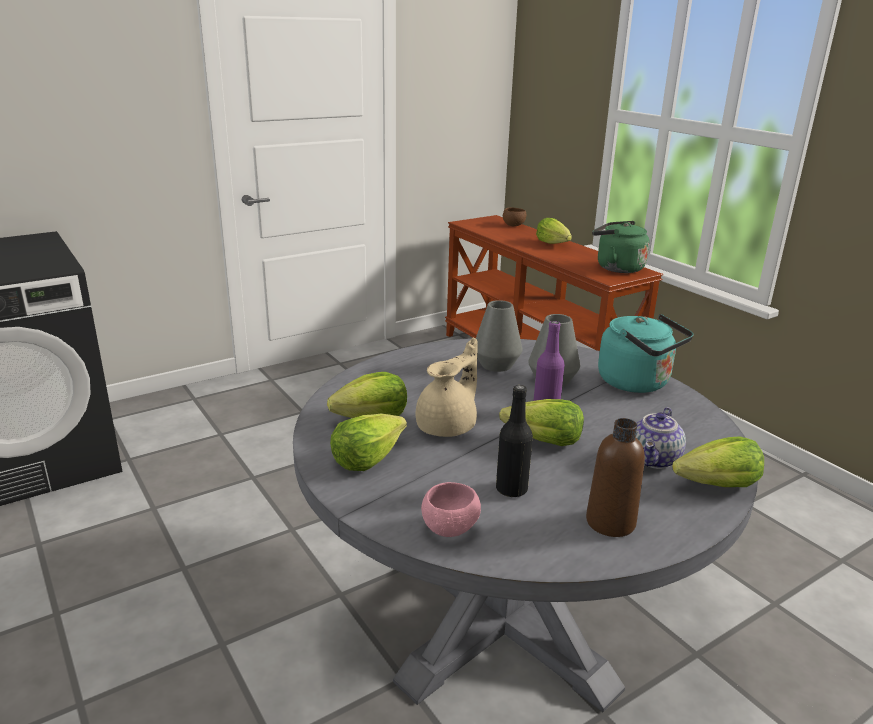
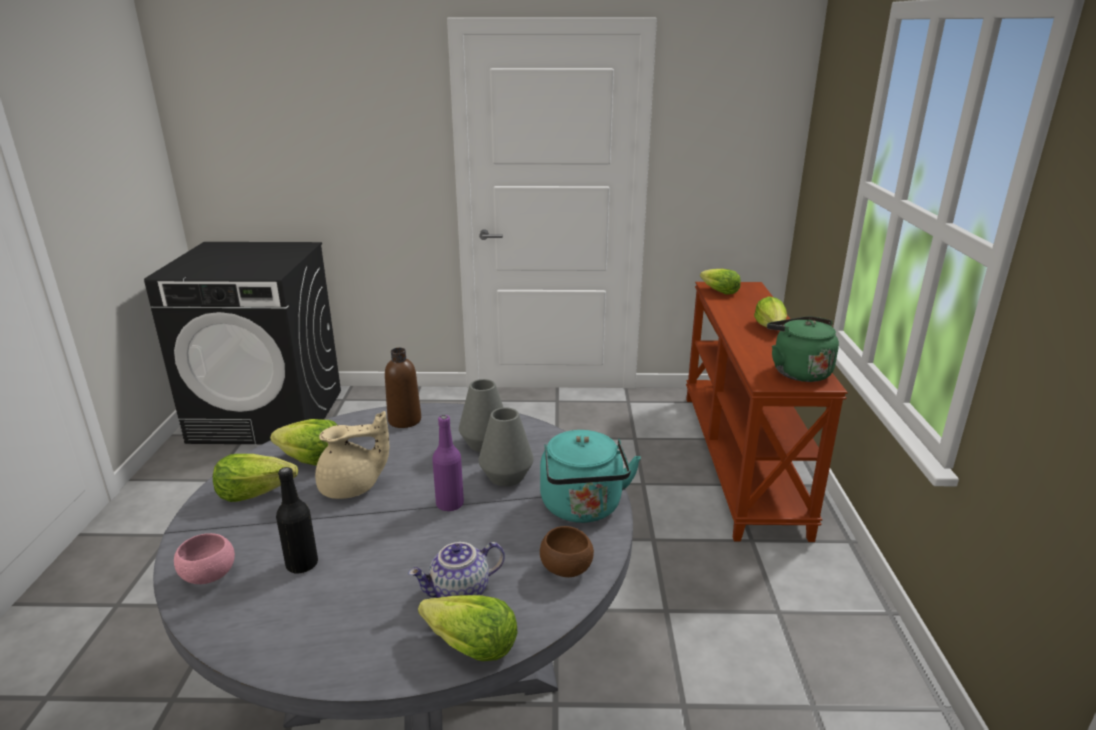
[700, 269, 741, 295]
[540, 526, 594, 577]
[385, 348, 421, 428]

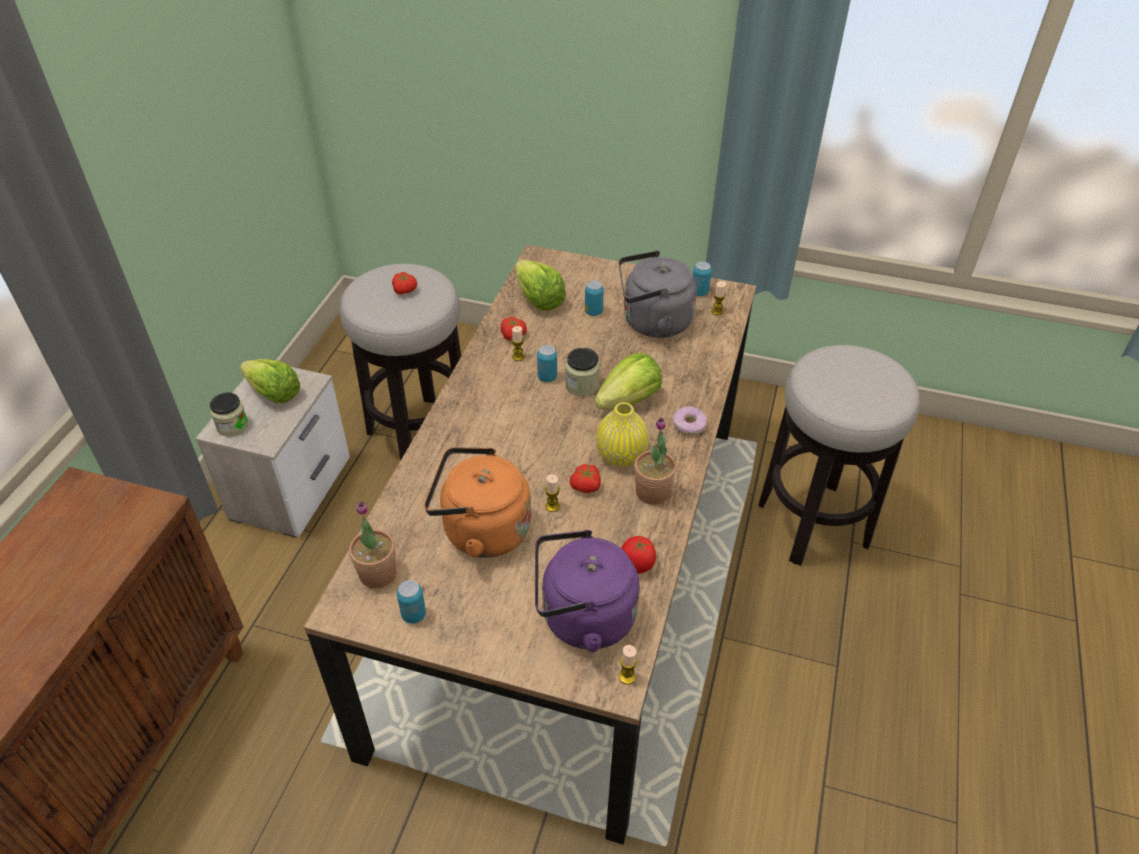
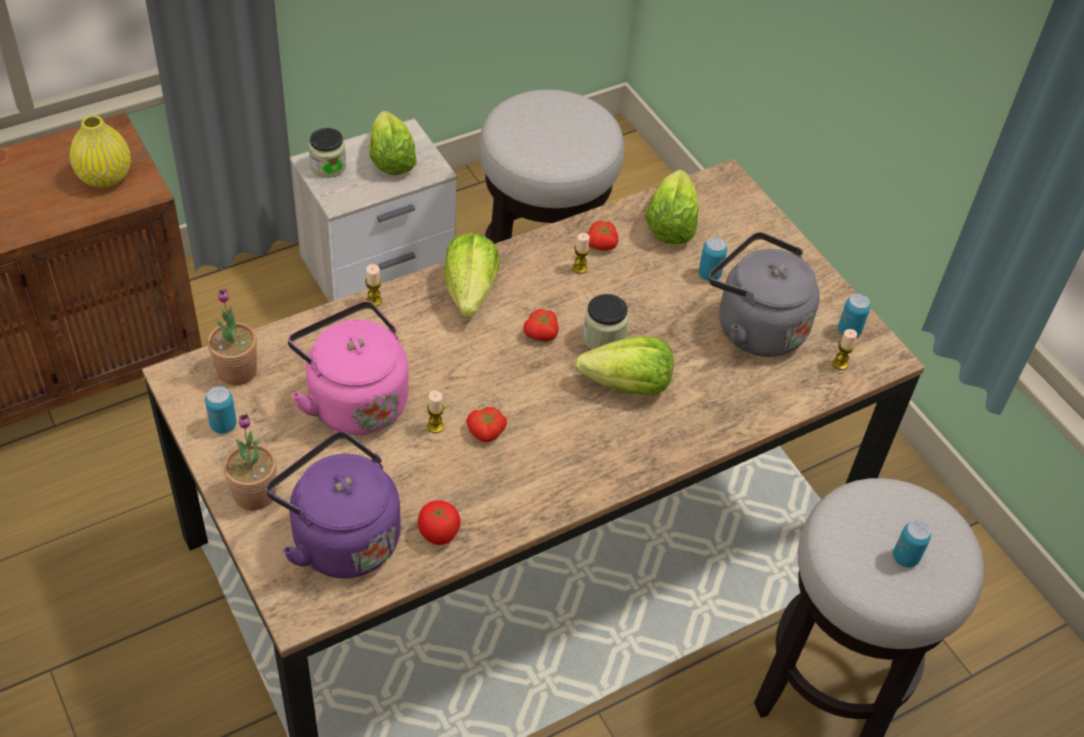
[672, 406, 707, 435] (first image)
[444, 232, 500, 318]
[524, 309, 559, 341]
[893, 521, 931, 567]
[70, 115, 131, 188]
[365, 264, 382, 306]
[224, 414, 277, 510]
[288, 301, 409, 435]

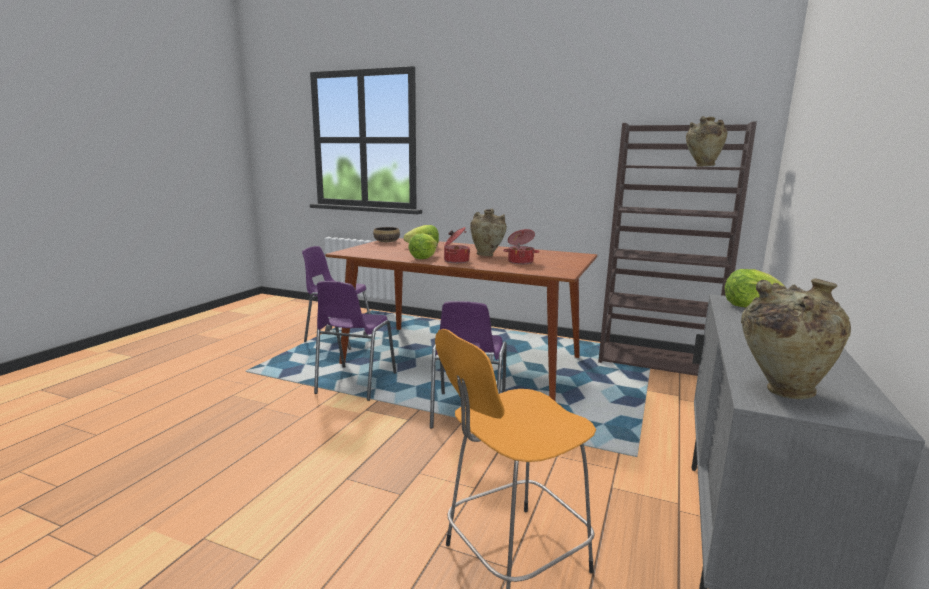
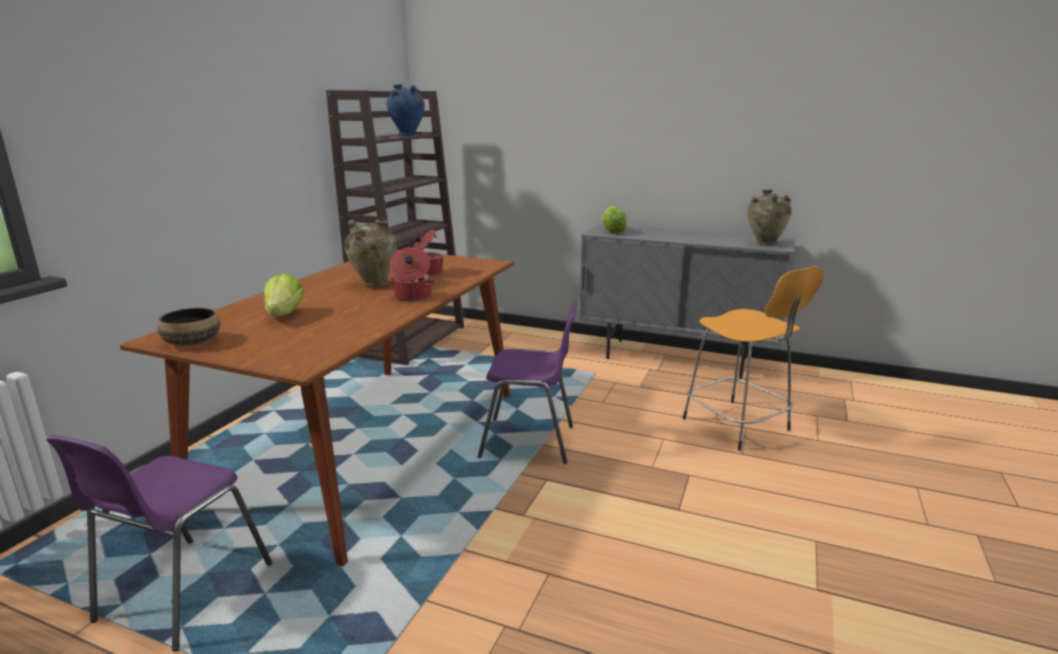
[314, 281, 397, 401] (first image)
[408, 233, 438, 259] (first image)
[386, 84, 425, 136]

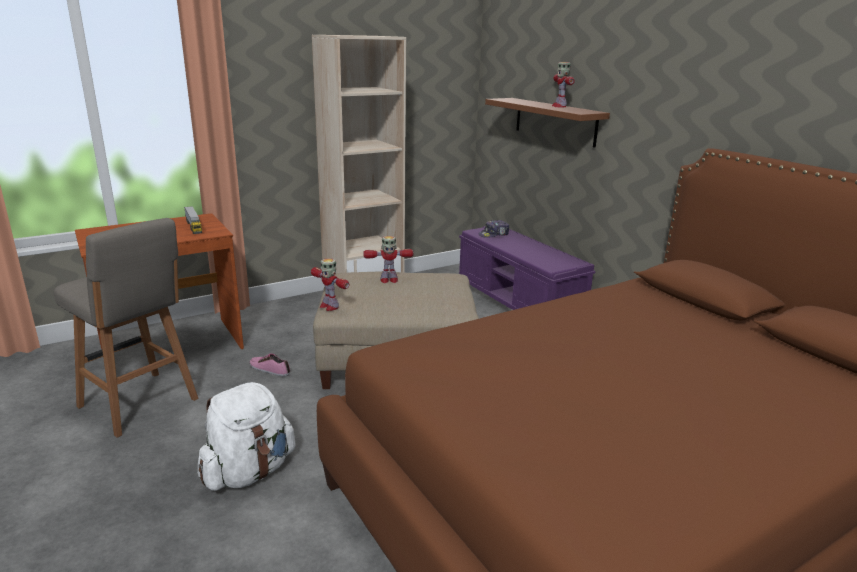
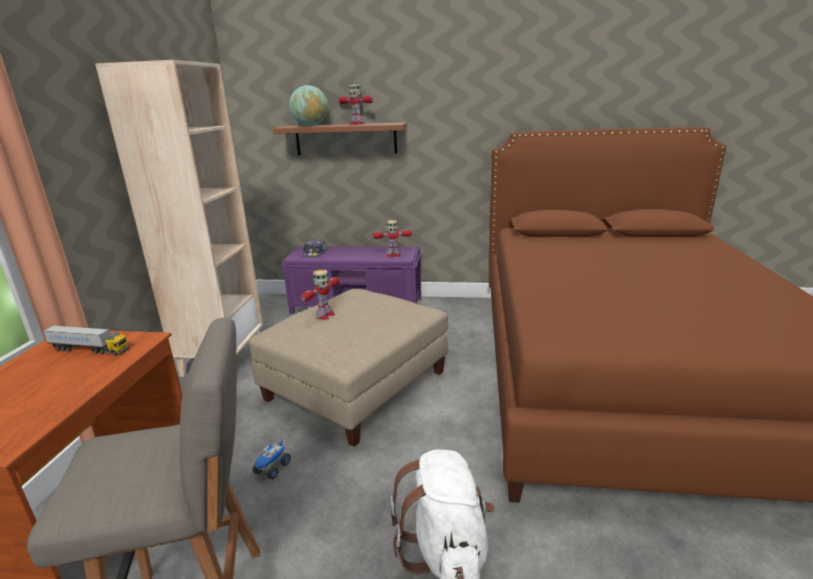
[289, 85, 328, 126]
[373, 220, 412, 258]
[253, 440, 291, 479]

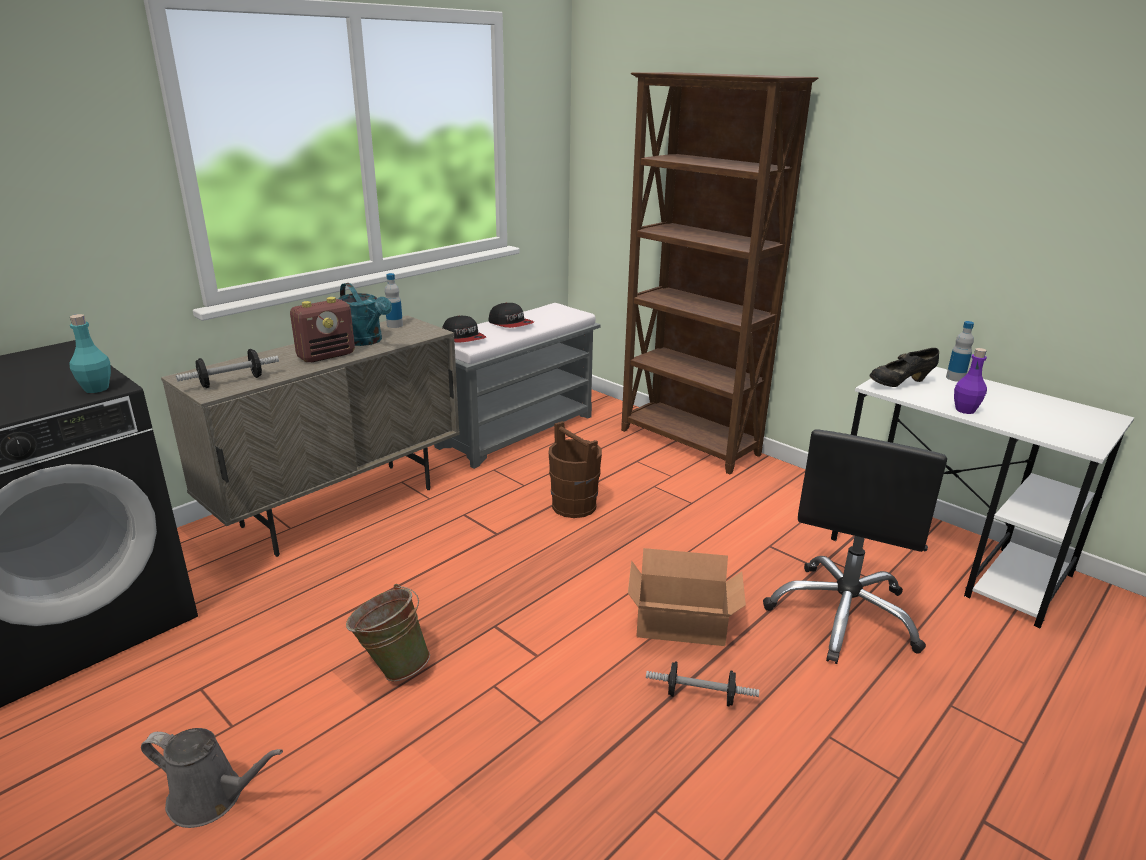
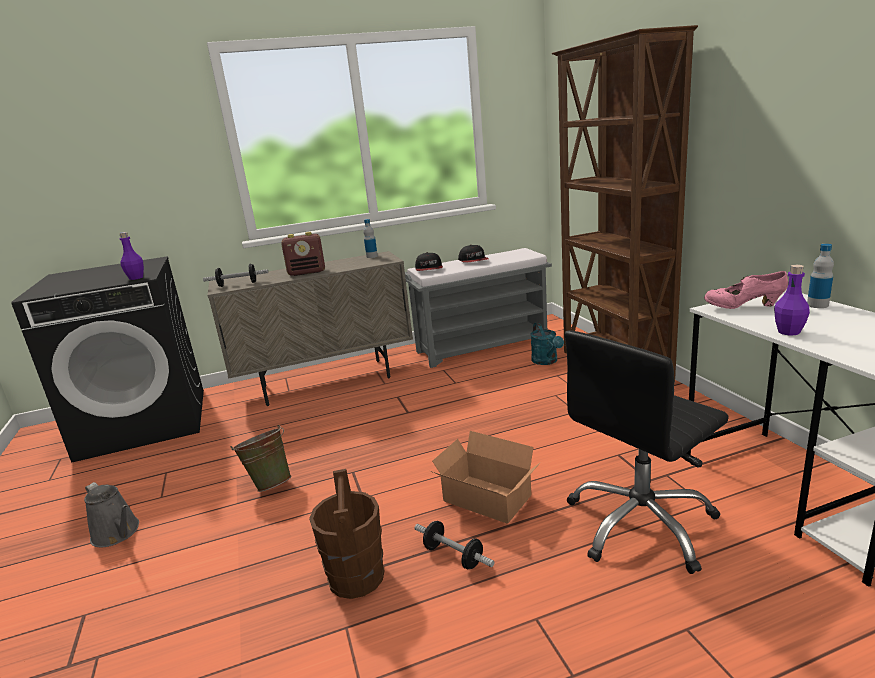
[531, 322, 564, 365]
[309, 469, 384, 599]
[119, 232, 144, 280]
[704, 271, 788, 309]

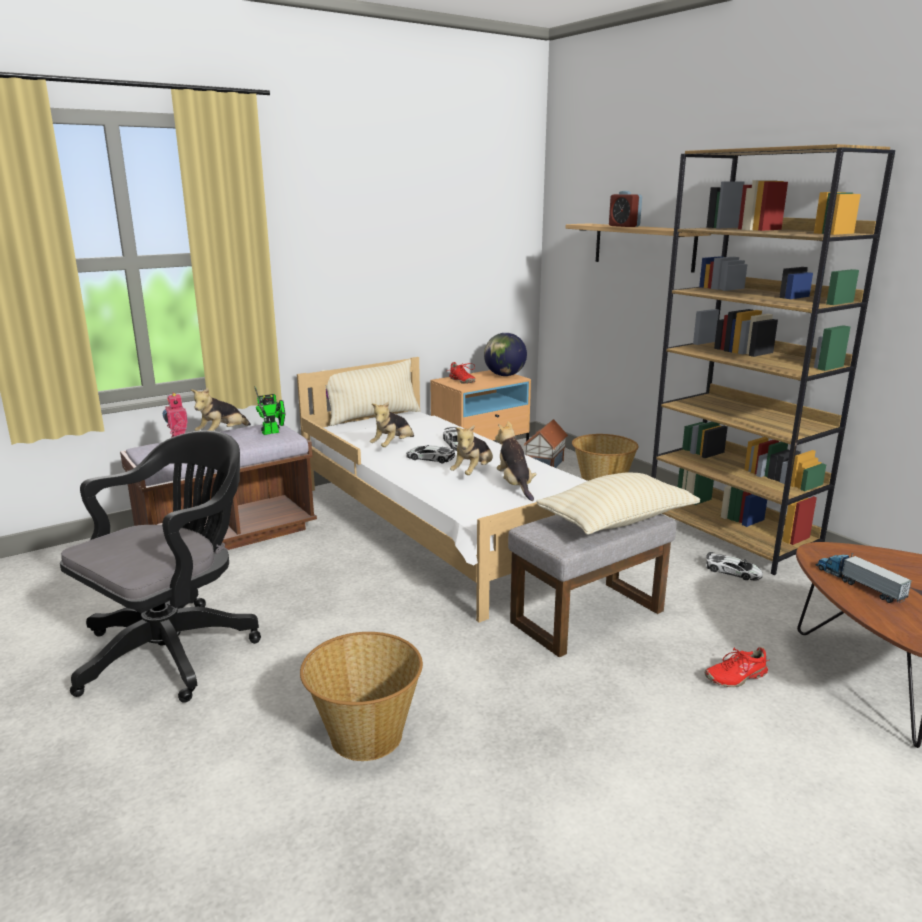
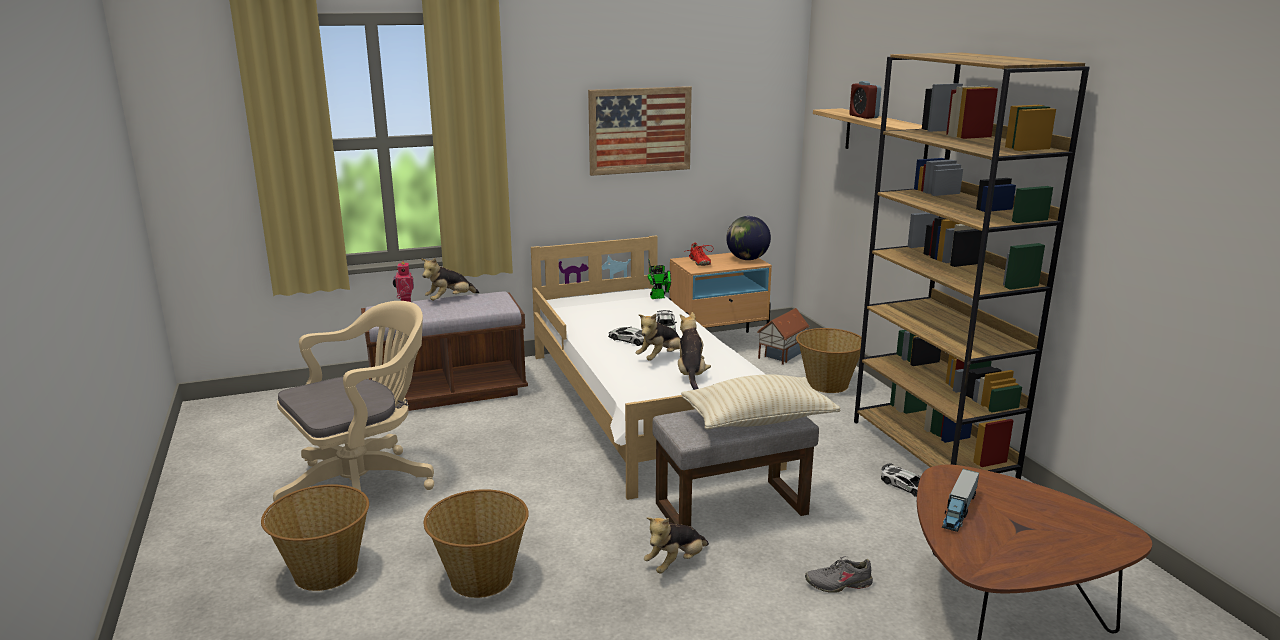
[321, 359, 420, 426] (first image)
[261, 484, 369, 591]
[588, 86, 692, 176]
[647, 258, 671, 299]
[644, 517, 709, 574]
[273, 301, 434, 504]
[805, 556, 873, 593]
[942, 469, 979, 532]

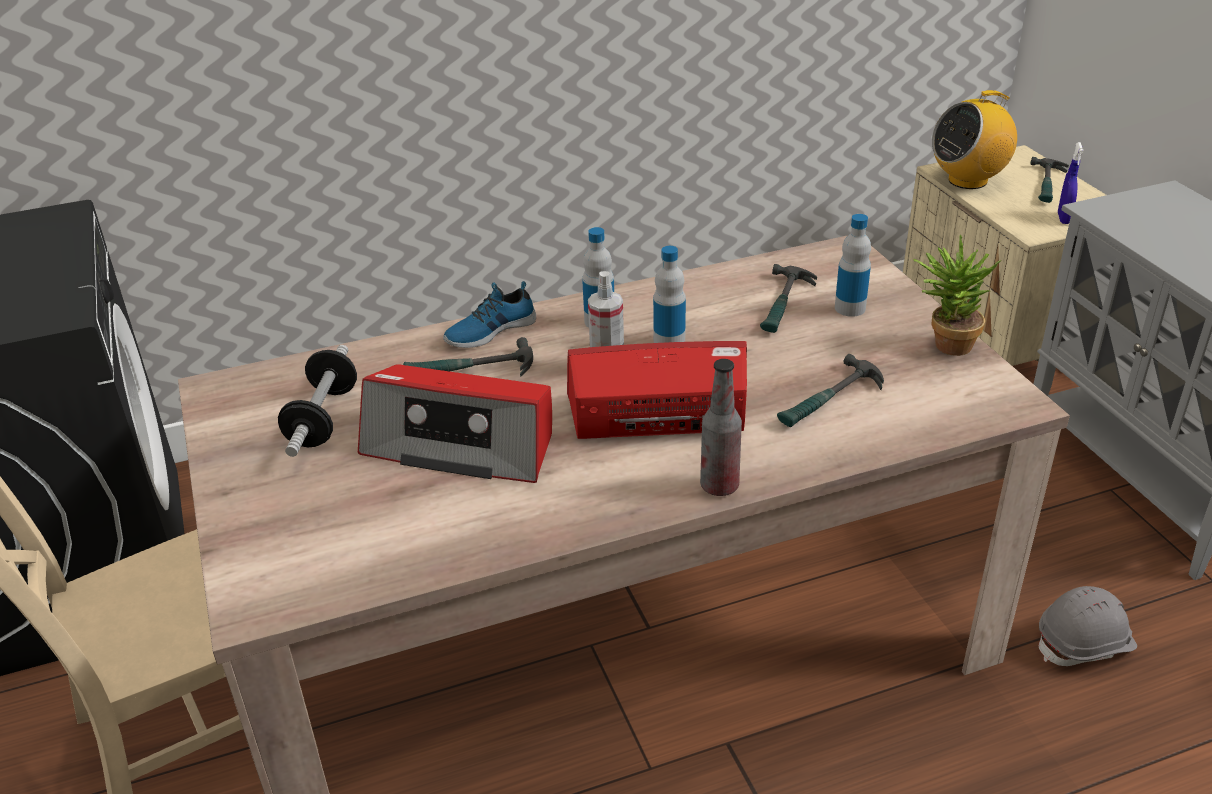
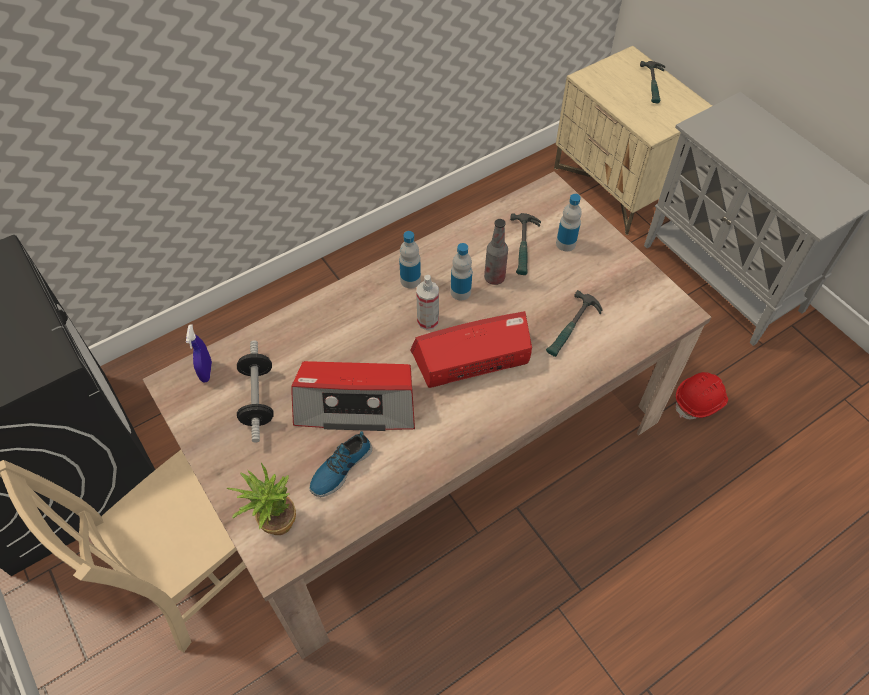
[403, 337, 533, 377] (first image)
[932, 90, 1017, 189] (first image)
[309, 431, 372, 497]
[484, 219, 508, 285]
[227, 463, 296, 535]
[186, 325, 212, 383]
[676, 372, 728, 419]

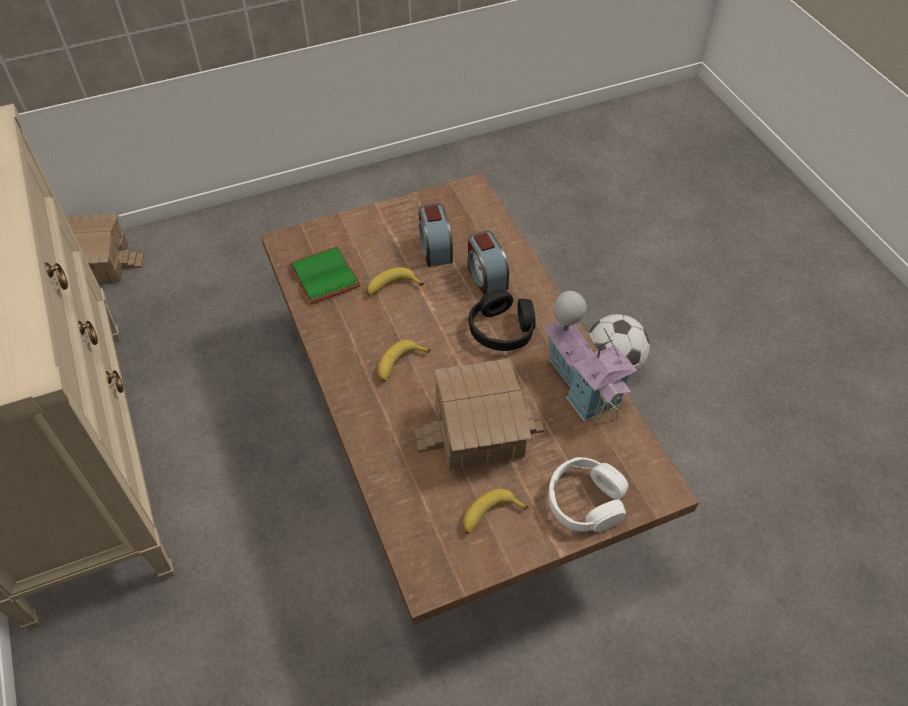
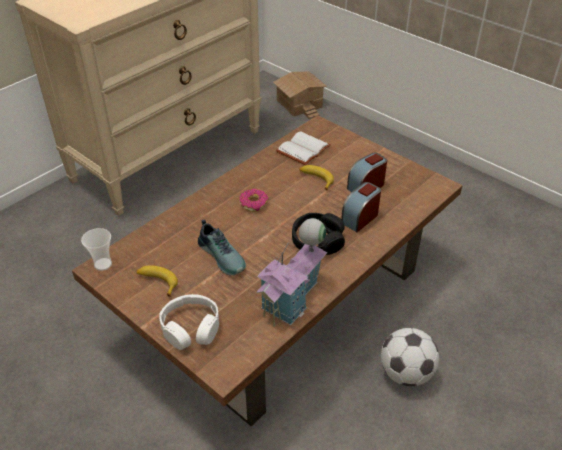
[81, 228, 112, 271]
[240, 189, 269, 212]
[198, 219, 246, 275]
[276, 131, 331, 165]

